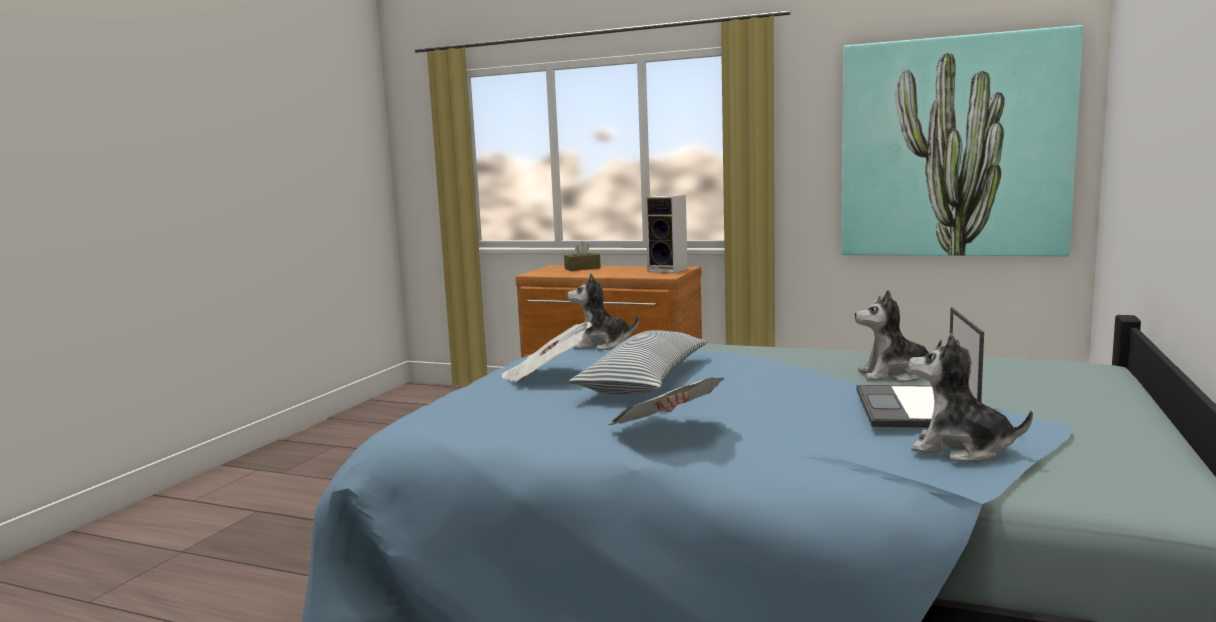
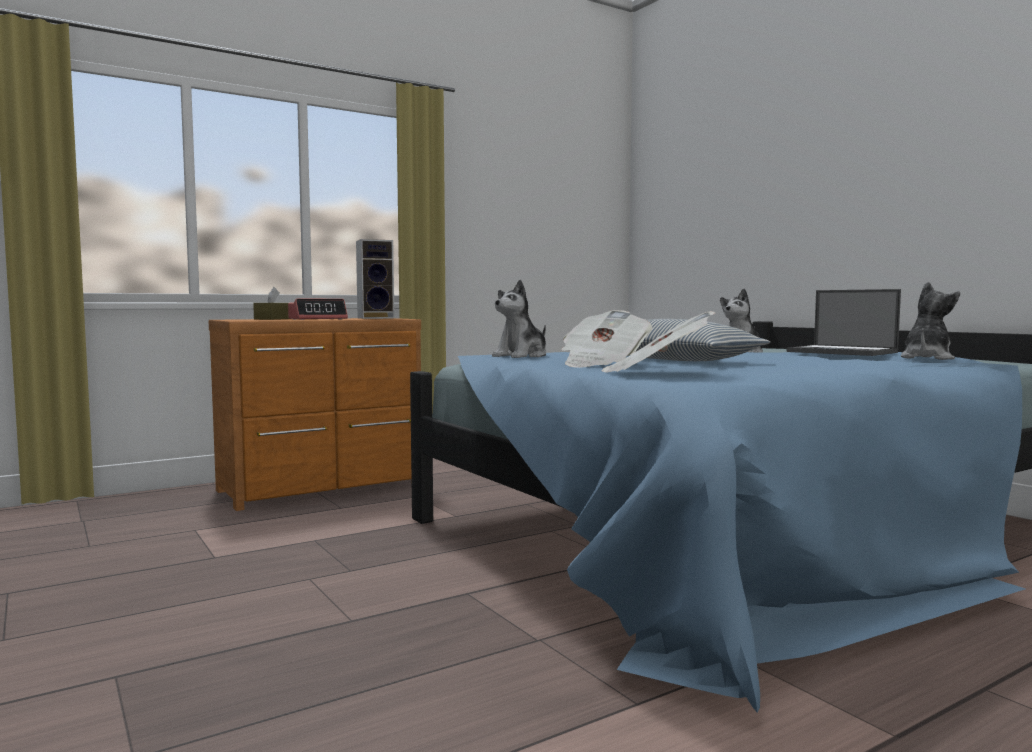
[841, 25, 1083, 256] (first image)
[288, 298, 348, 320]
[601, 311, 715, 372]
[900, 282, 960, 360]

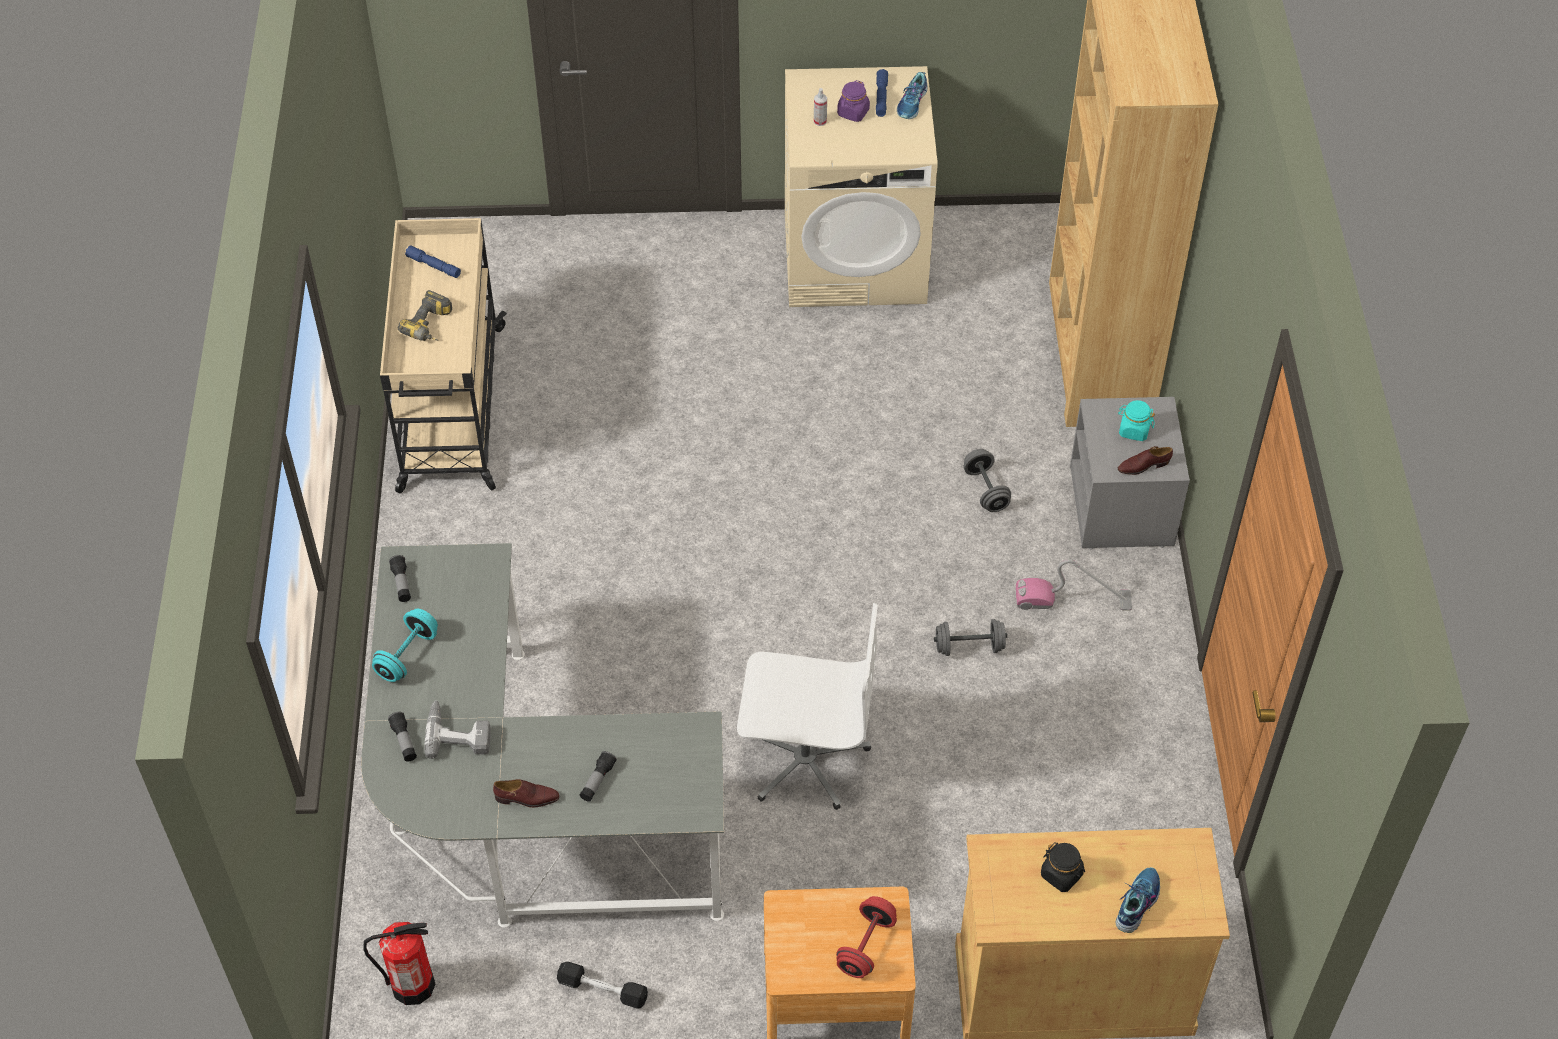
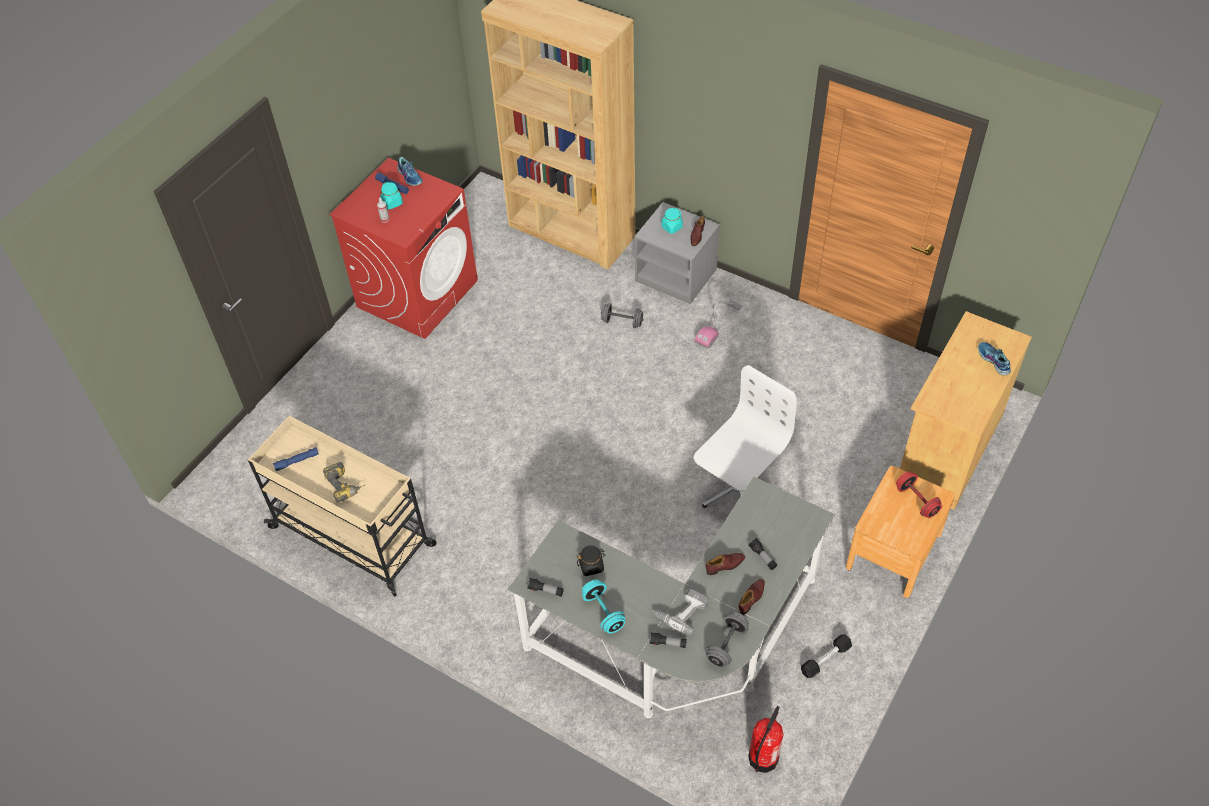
[706, 553, 745, 575]
[706, 612, 749, 668]
[577, 545, 606, 576]
[329, 158, 478, 339]
[380, 182, 403, 209]

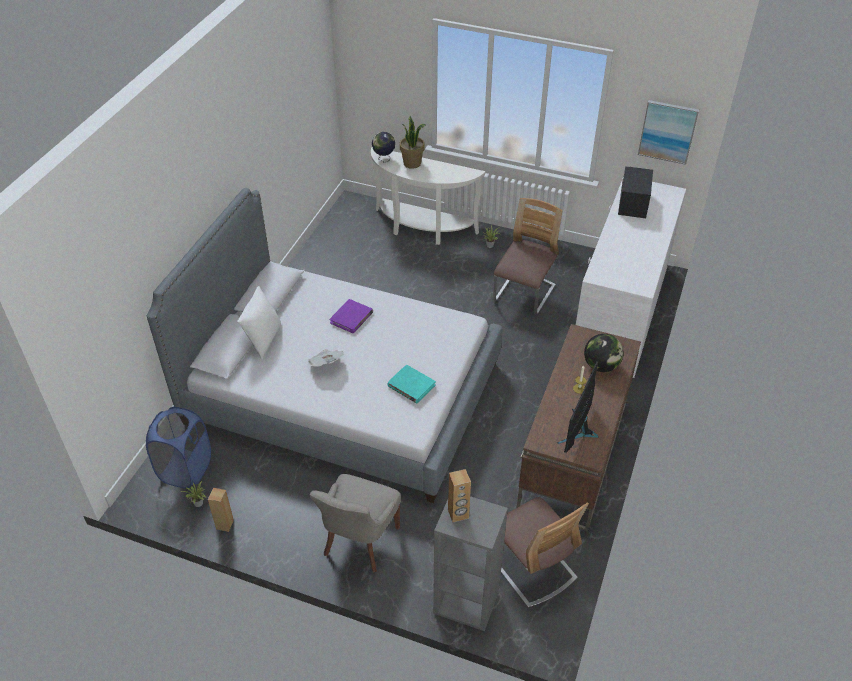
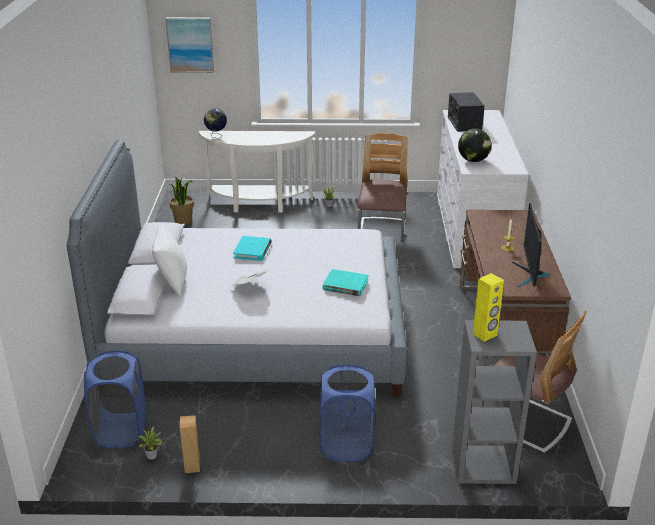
[169, 176, 194, 225]
[458, 129, 492, 162]
[165, 17, 214, 73]
[320, 364, 375, 462]
[233, 236, 272, 261]
[473, 273, 504, 342]

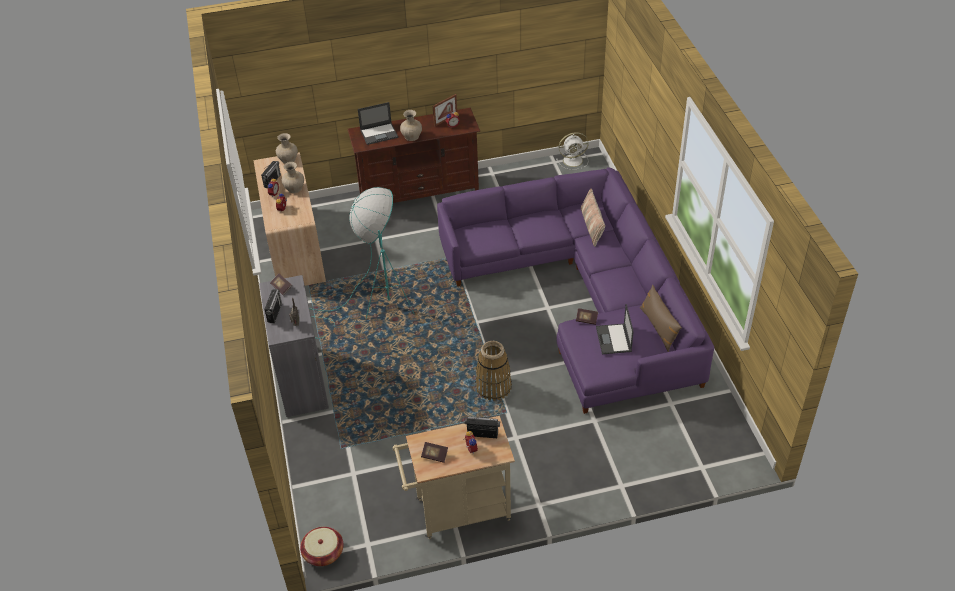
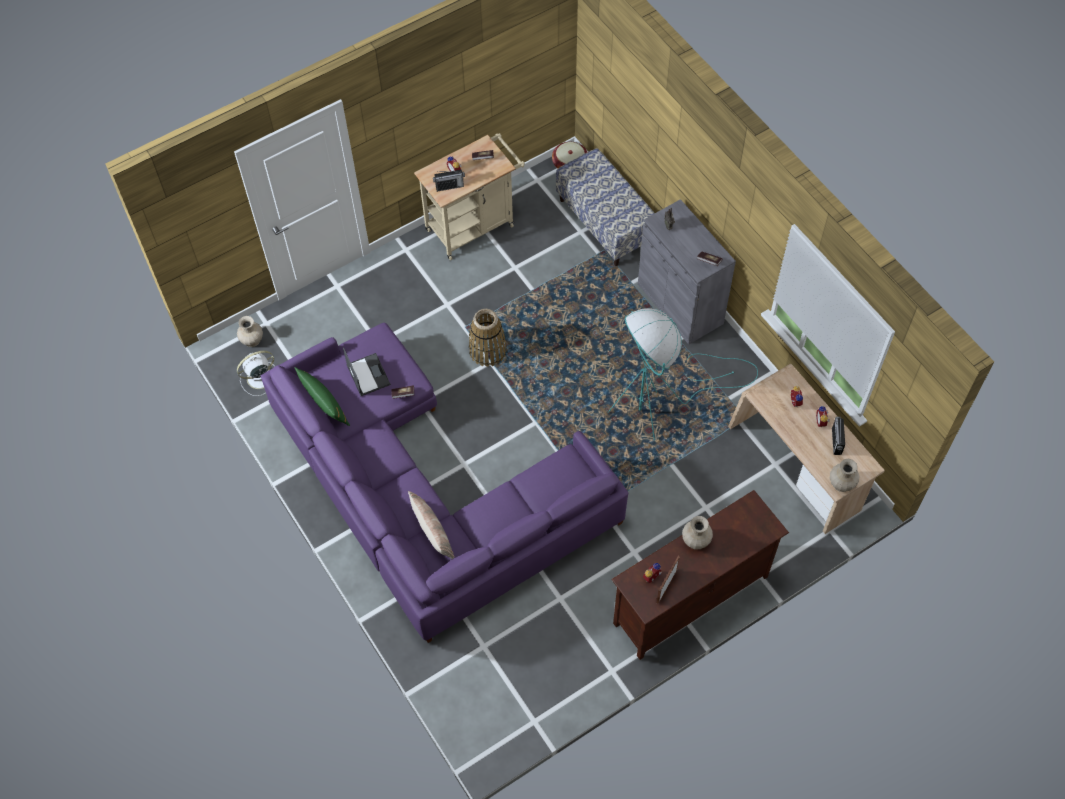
[264, 289, 282, 323] (first image)
[358, 102, 398, 145] (first image)
[556, 148, 655, 266]
[237, 316, 263, 347]
[237, 351, 275, 396]
[294, 367, 350, 426]

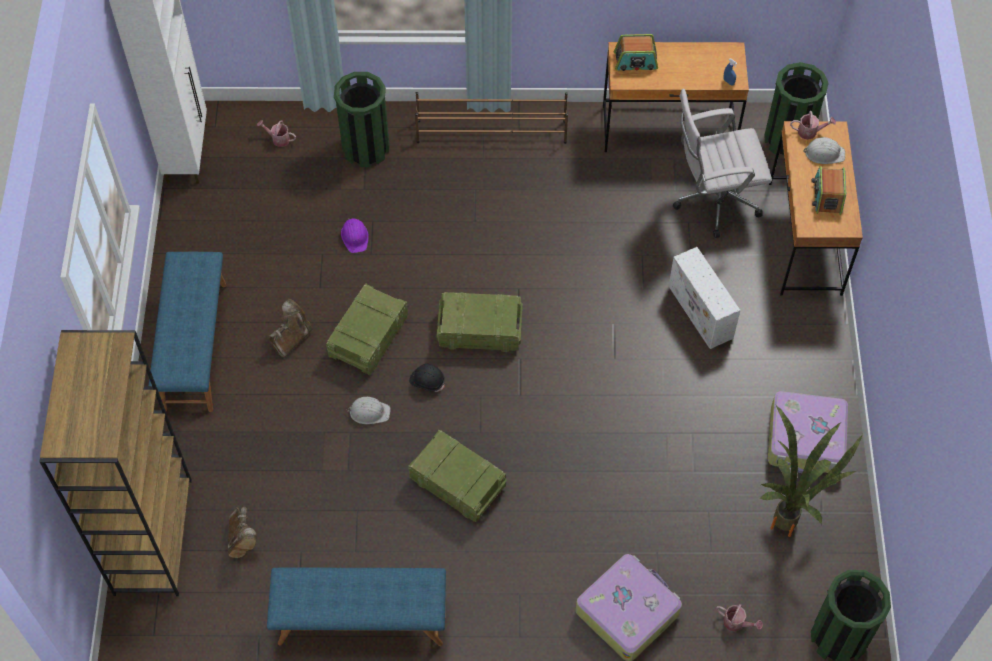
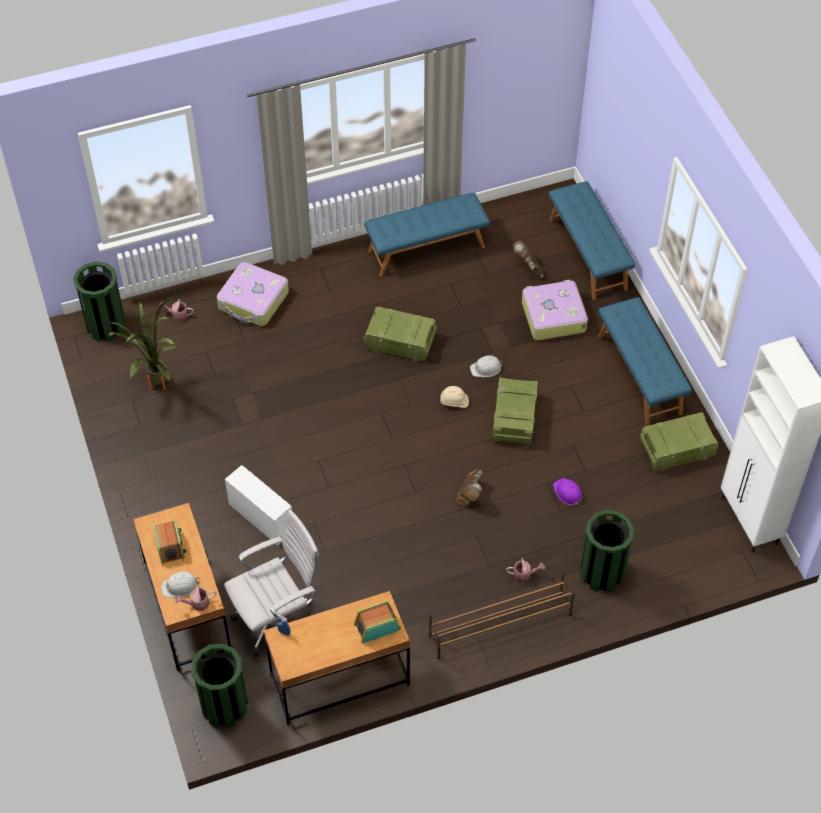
[506, 558, 545, 582]
[456, 468, 483, 506]
[640, 413, 718, 471]
[522, 280, 588, 340]
[549, 181, 635, 300]
[440, 386, 469, 408]

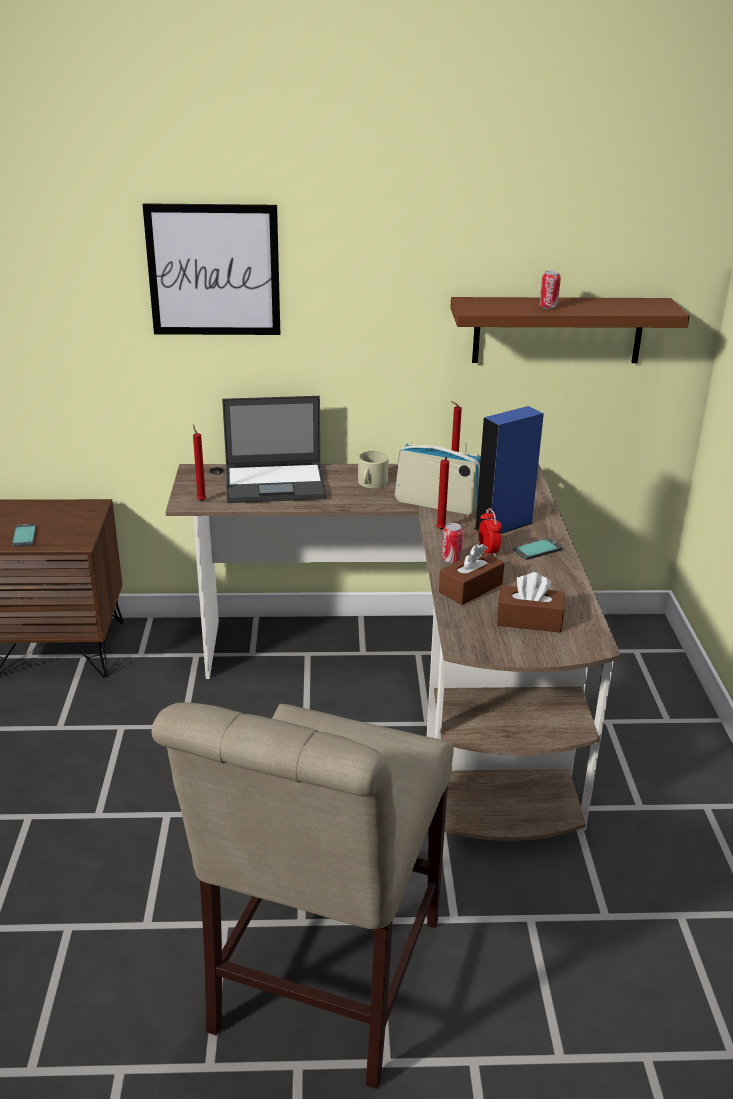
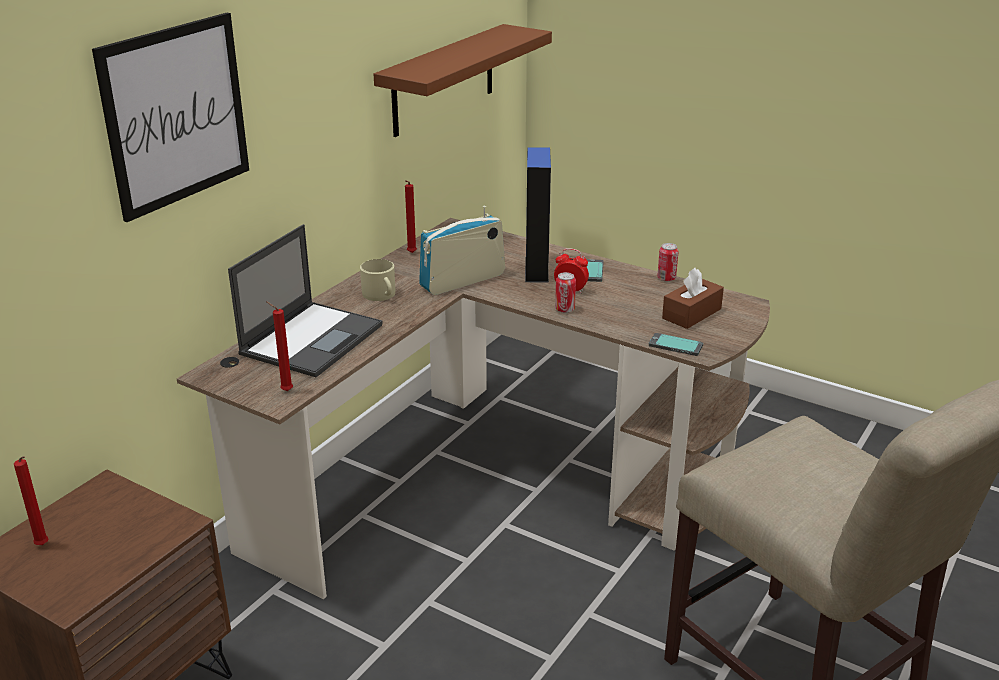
[439, 544, 504, 605] (first image)
[649, 333, 703, 356]
[14, 456, 48, 545]
[657, 243, 679, 282]

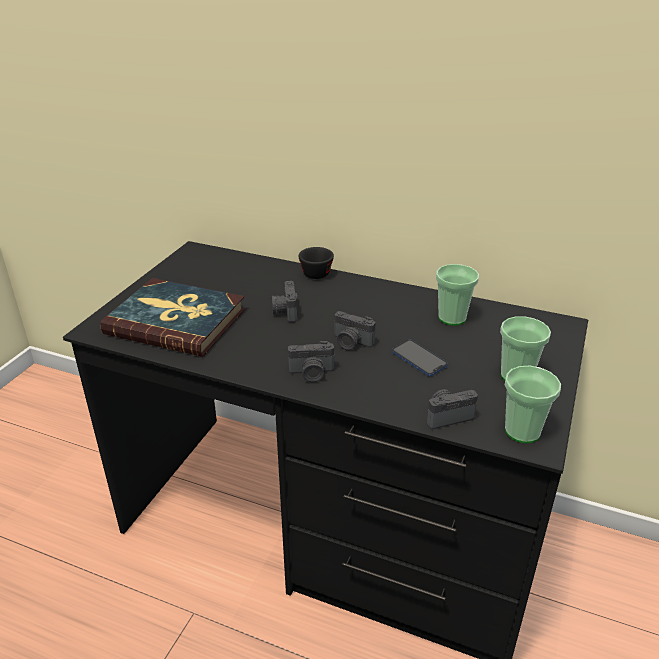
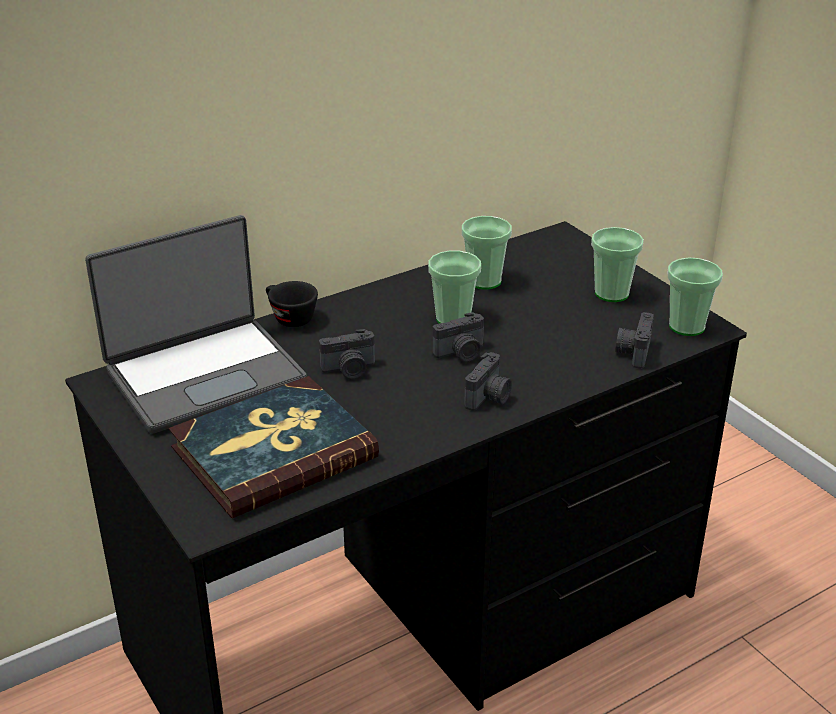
[392, 340, 447, 376] (first image)
[85, 215, 307, 434]
[428, 251, 481, 323]
[319, 329, 375, 379]

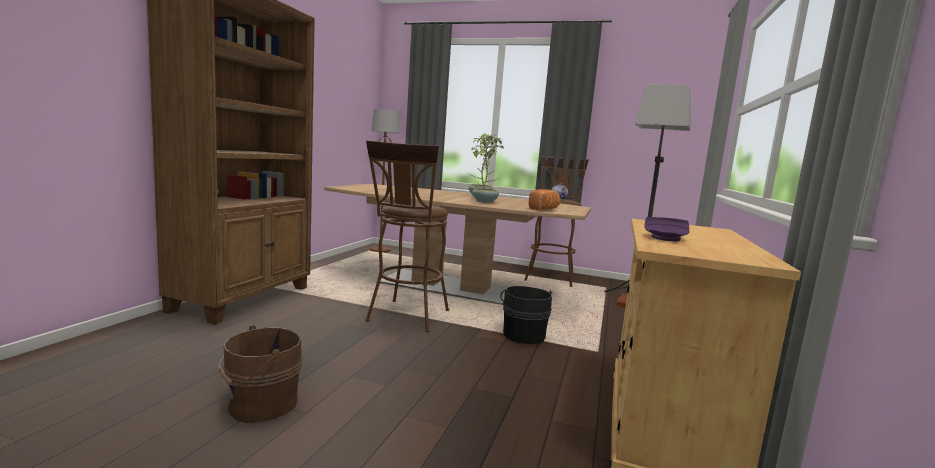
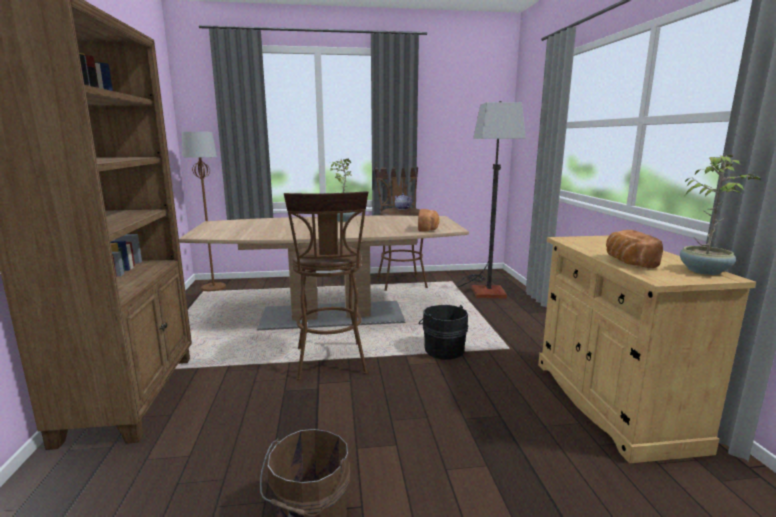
[680, 155, 762, 275]
[606, 230, 663, 268]

